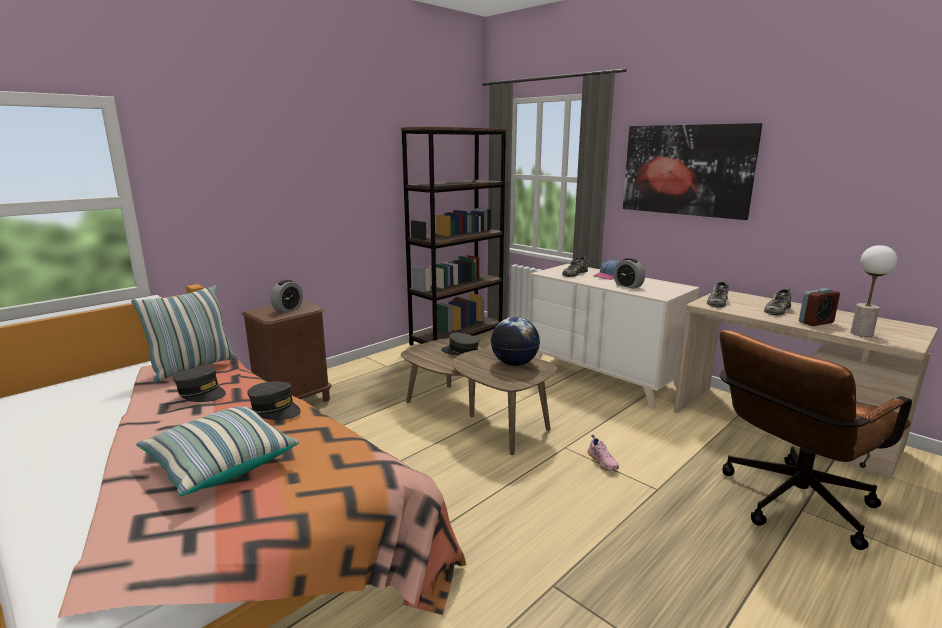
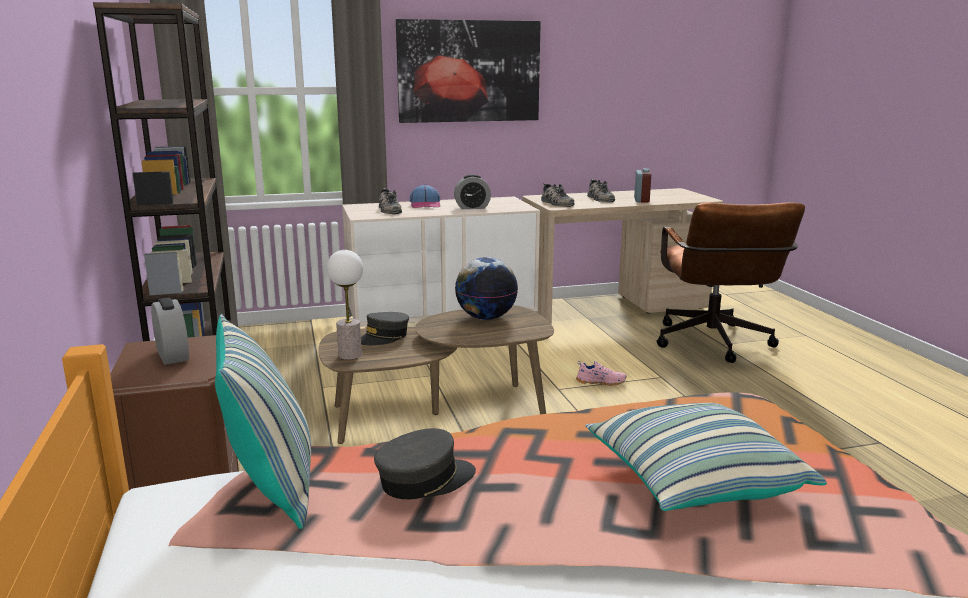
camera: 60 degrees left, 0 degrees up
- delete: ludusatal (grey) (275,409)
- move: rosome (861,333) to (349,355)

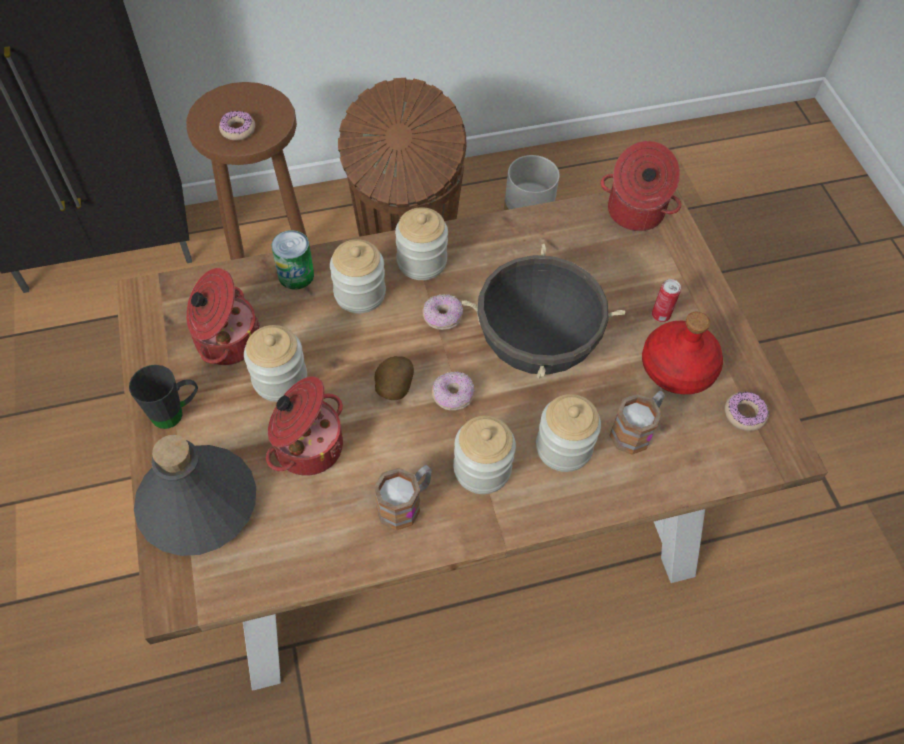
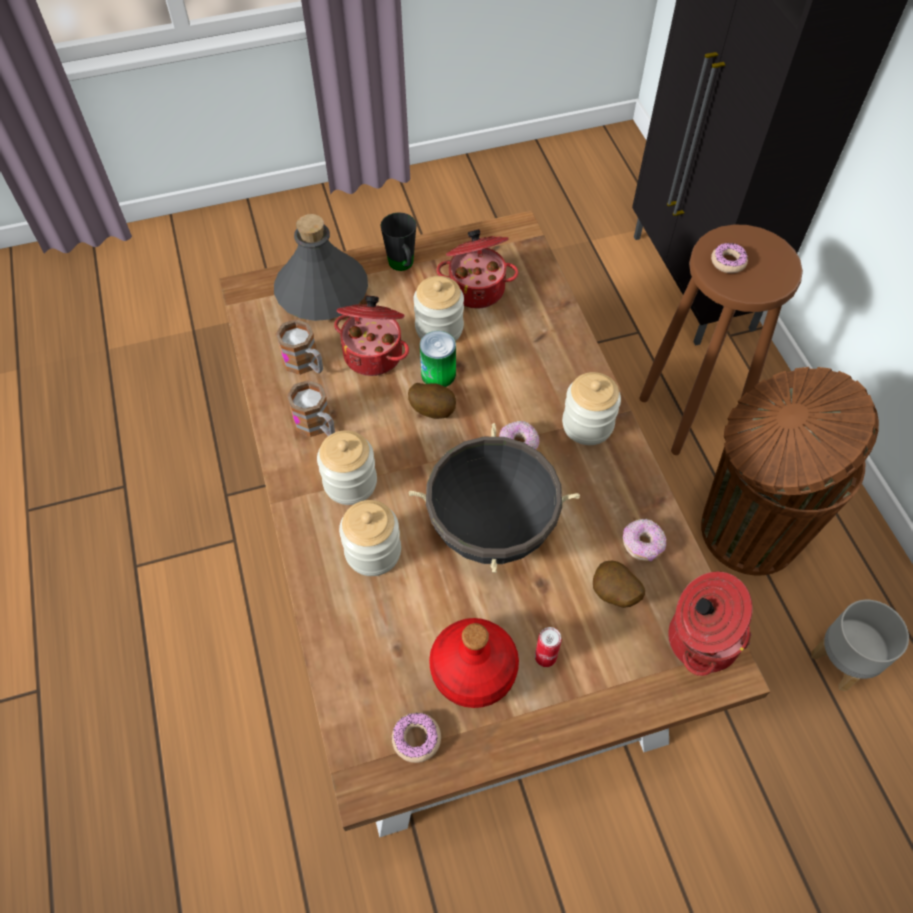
camera: 90 degrees right, 0 degrees up
- delete: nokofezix (360,293)
- insert: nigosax (613,595)
- move: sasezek (296,275) to (438,374)
- move: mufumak (453,396) to (642,544)
- move: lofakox (636,429) to (306,364)

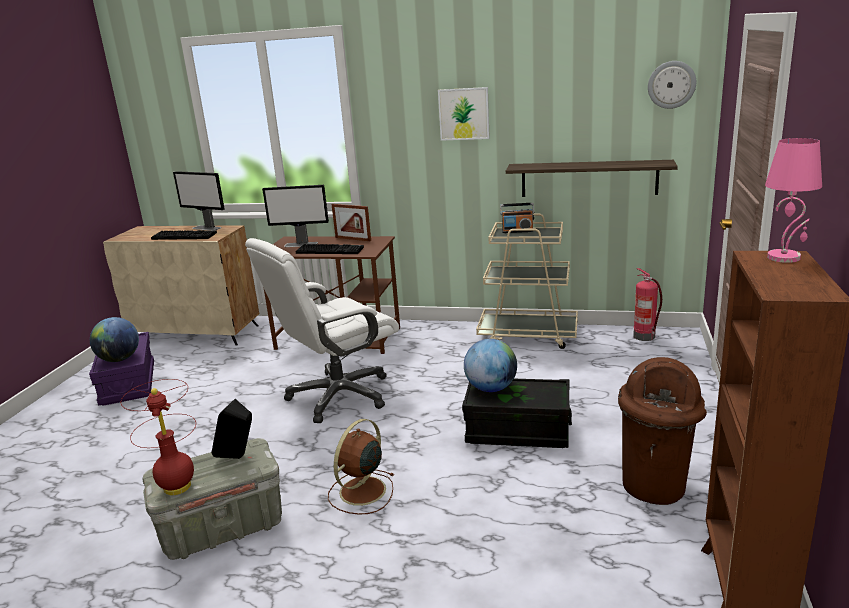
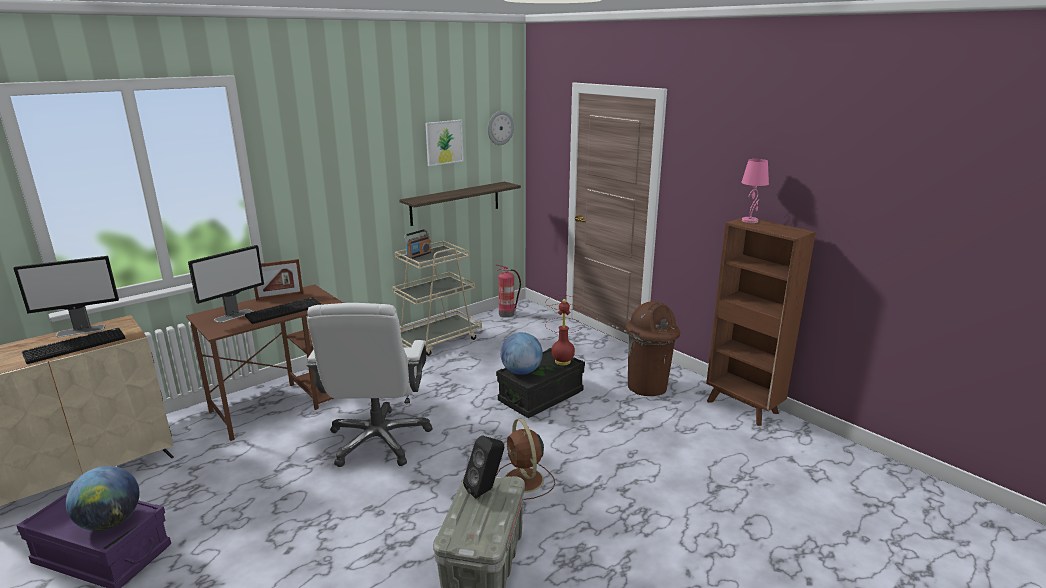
camera: 55 degrees left, 0 degrees up
- move: rosome (red) (177,487) to (563,361)
- move: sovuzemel (464,114) to (444,142)

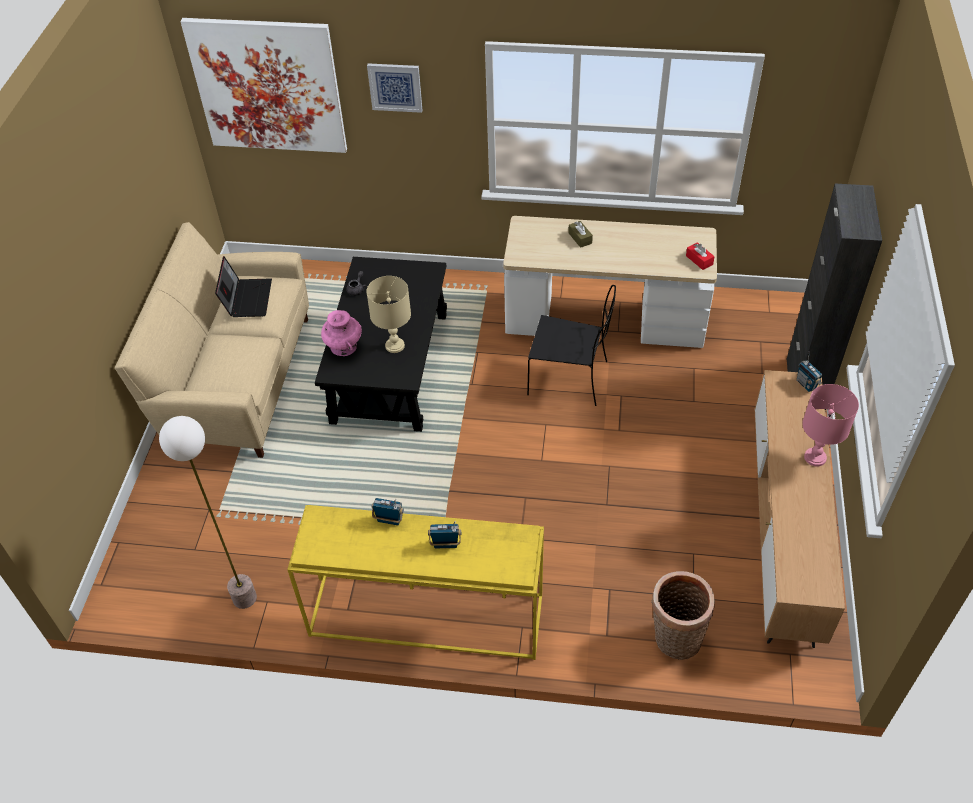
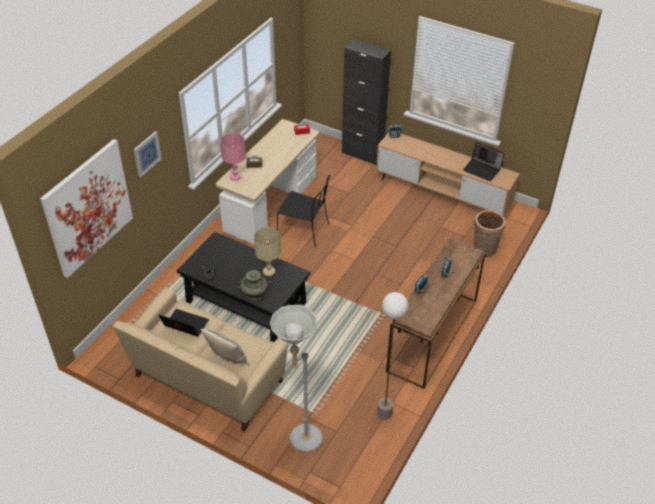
camera: 70 degrees left, 5 degrees down
- insert: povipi (227,359)
- insert: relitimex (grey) (299,441)
- insert: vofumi (482,169)
- move: rosome (pink) (815,457) to (235,177)
- recolor: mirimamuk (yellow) (424,617) to mirimamuk (brown) (433,336)
- recolor: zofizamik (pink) (343,346) to zofizamik (turquoise) (254,294)
- rotate: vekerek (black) (570,378) = (304,230) 75 degrees clockwise

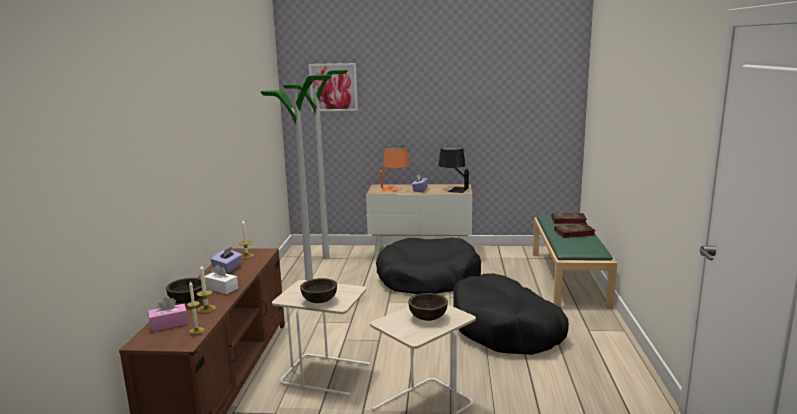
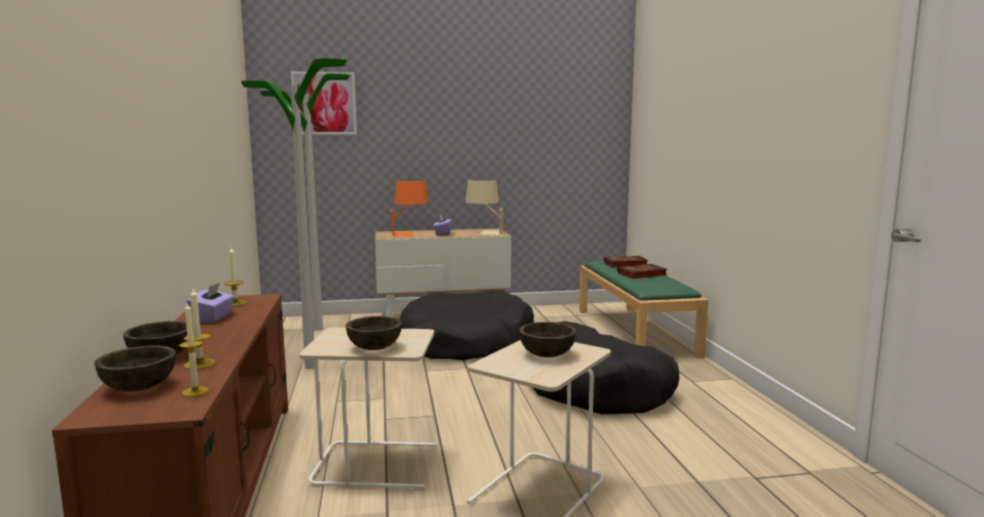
camera: 15 degrees left, 5 degrees down
- delete: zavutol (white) (221,288)
- replace: zavutol (pink) (169,324) to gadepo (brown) (139,387)
- recolor: rosome (black) (453,189) to rosome (beige) (484,232)

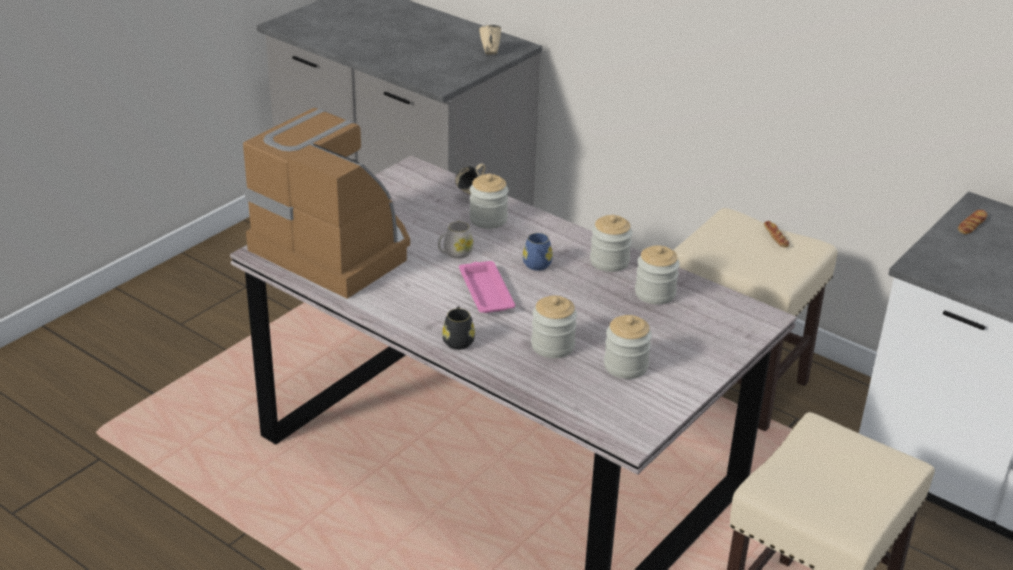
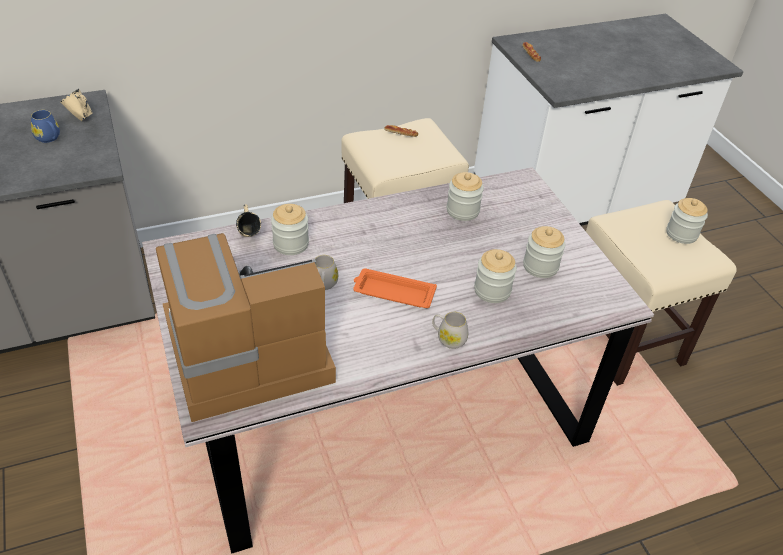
camera: 60 degrees left, 10 degrees up
- move: lofakox (blue) (536,266) to (50,138)
- move: nokofezix (609,262) to (681,234)
- recolor: lofakox (black) (458,339) to lofakox (white) (448,338)
- recolor: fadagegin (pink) (485,291) to fadagegin (orange) (392,292)

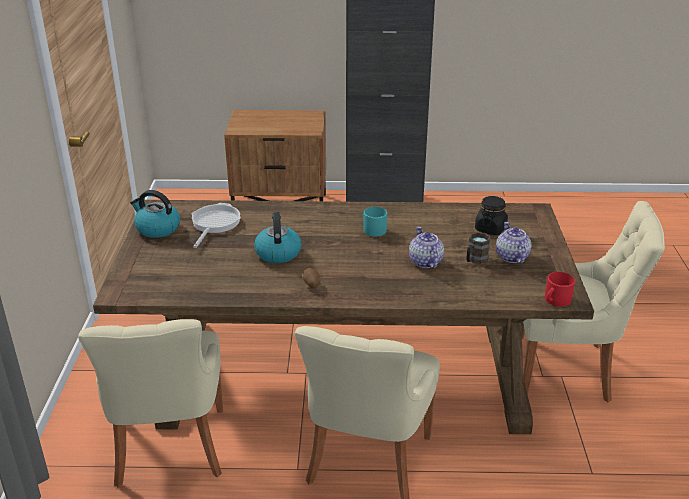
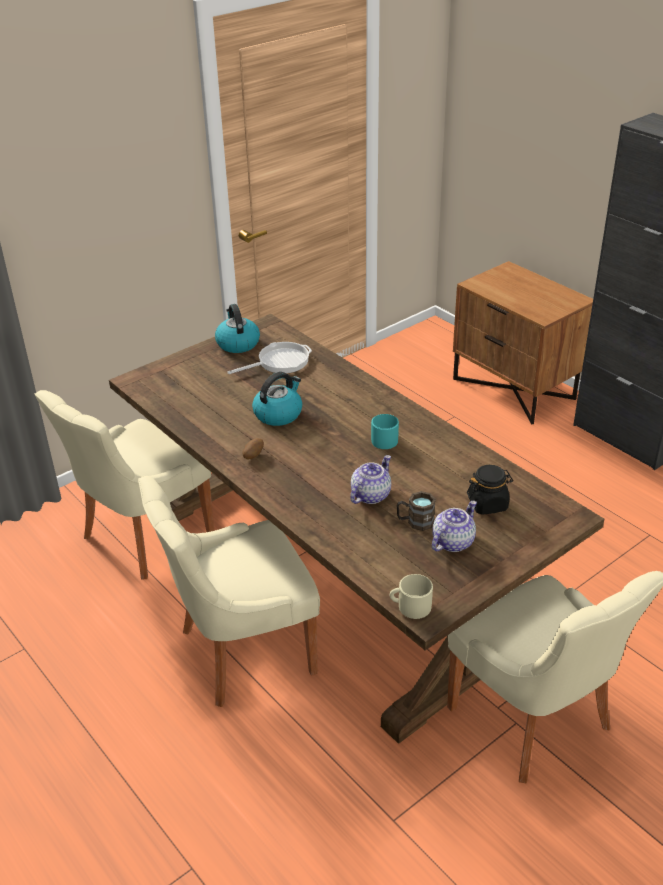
camera: 50 degrees right, 5 degrees up
- recolor: lofakox (red) (555,300) to lofakox (beige) (410,606)

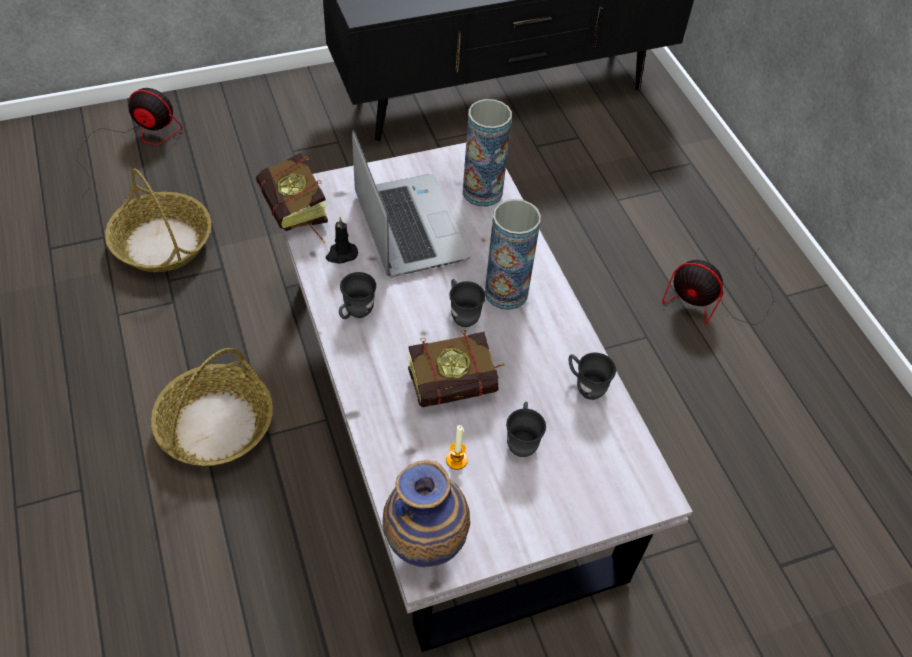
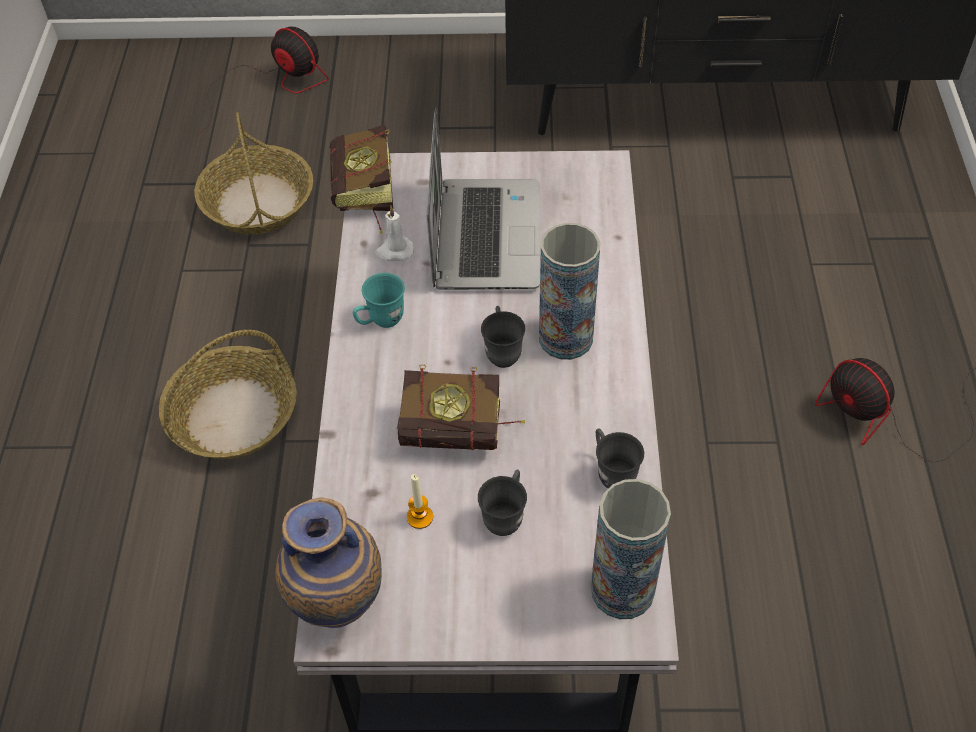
camera: 25 degrees right, 0 degrees up
- move: zofizamik (482,192) to (622,590)
- recolor: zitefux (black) (341,254) to zitefux (white) (394,251)
- recolor: lofakox (grey) (355,313) to lofakox (turquoise) (380,321)

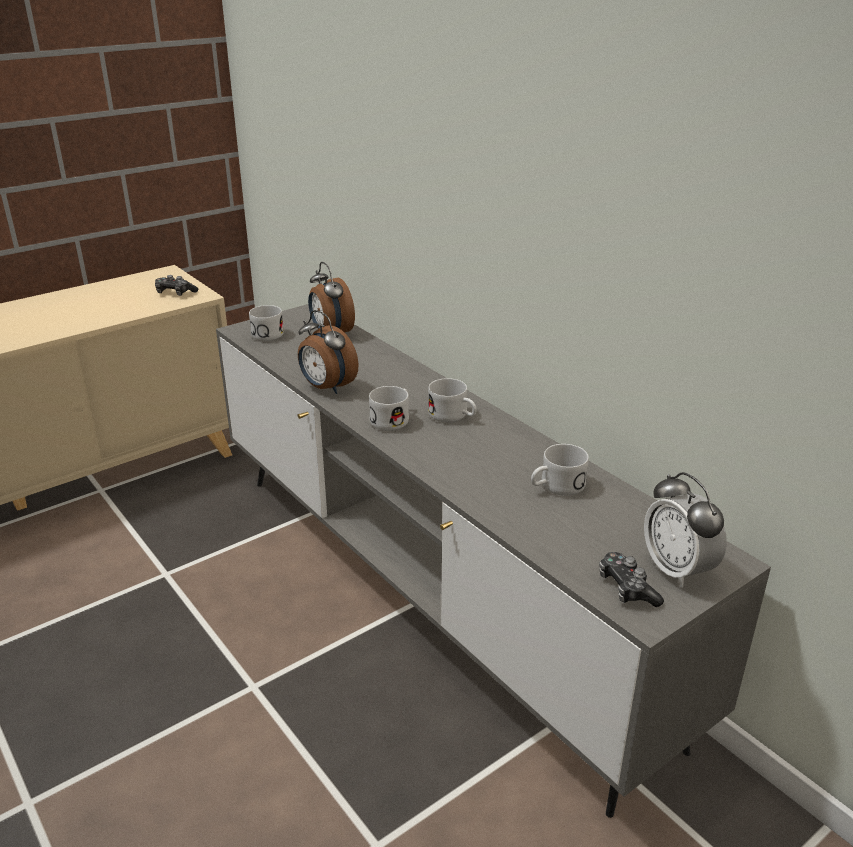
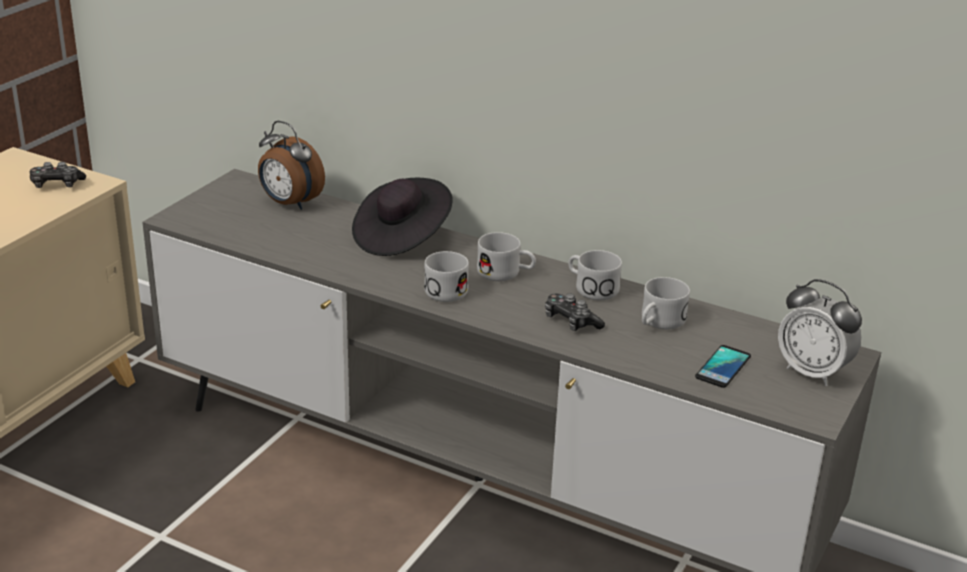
camera: 25 degrees left, 0 degrees up
- delete: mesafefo (326,388)
- insert: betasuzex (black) (401,237)
- insert: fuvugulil (723,367)
- move: lofakox (white) (266,333) to (591,288)
- move: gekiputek (627,588) to (571,321)

